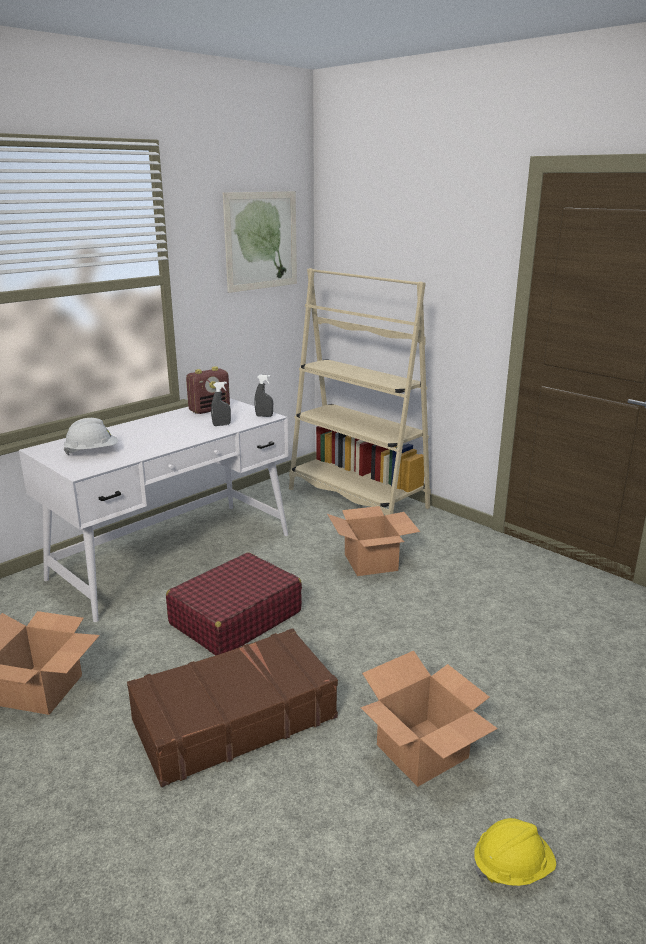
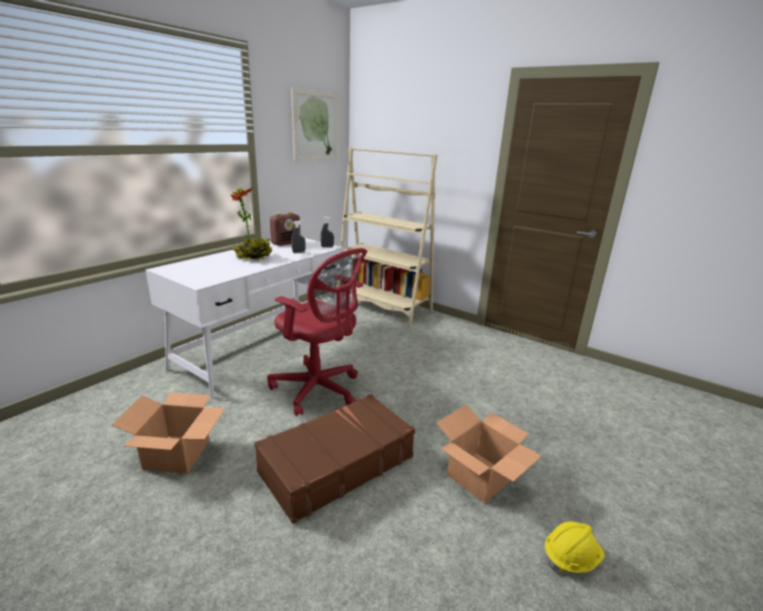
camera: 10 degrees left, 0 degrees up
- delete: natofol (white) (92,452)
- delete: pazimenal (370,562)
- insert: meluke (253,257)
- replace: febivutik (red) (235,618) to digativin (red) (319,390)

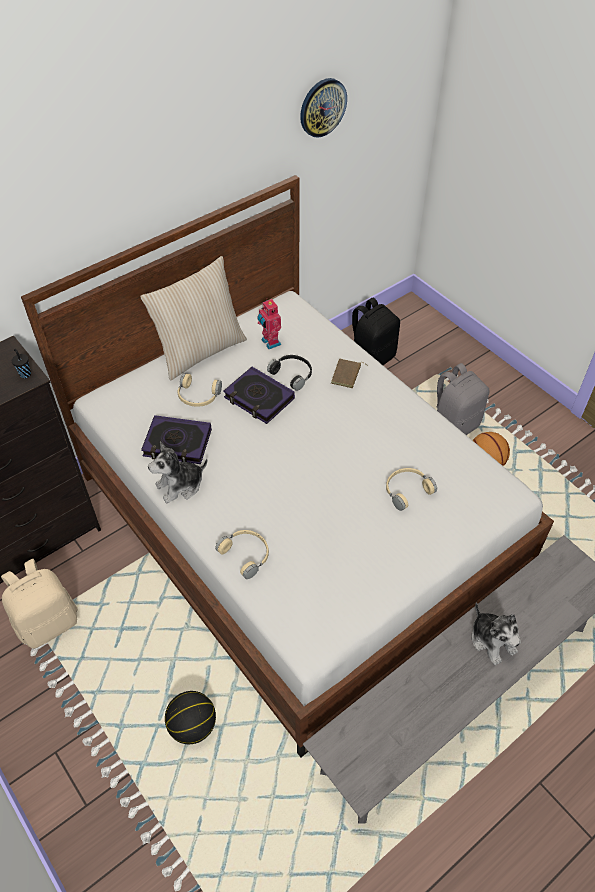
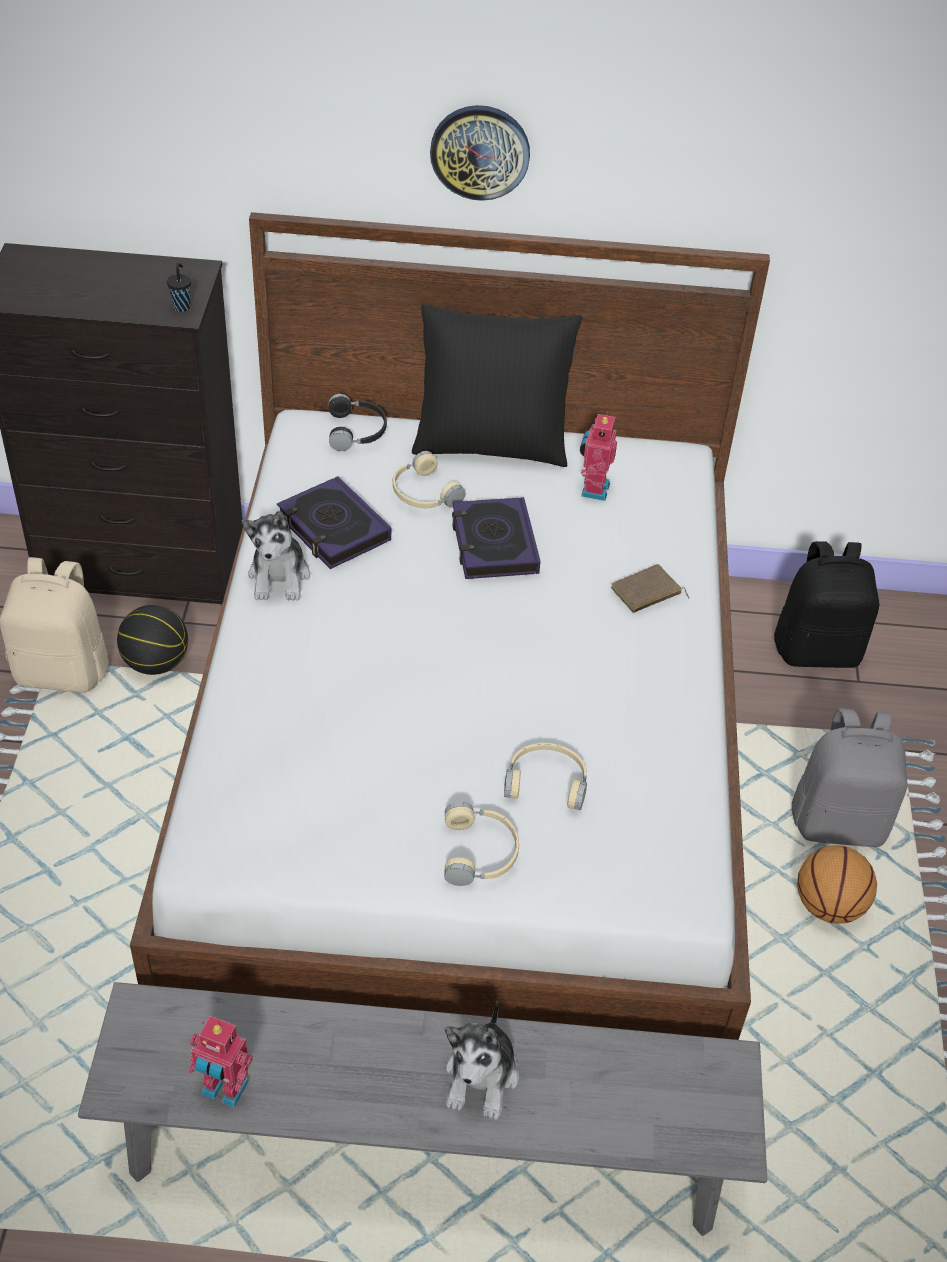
camera: 40 degrees right, 5 degrees down
- insert: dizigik (224,1090)
- move: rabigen (193,726) to (156,663)
- move: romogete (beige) (246,554) to (480,852)
- move: romogete (black) (293,374) to (357,431)
- move: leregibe (322,107) to (480,152)
- recolor: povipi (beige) (200,351) to povipi (black) (491,444)
- rotate: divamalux (180,486) = (279,577) 105 degrees counterclockwise

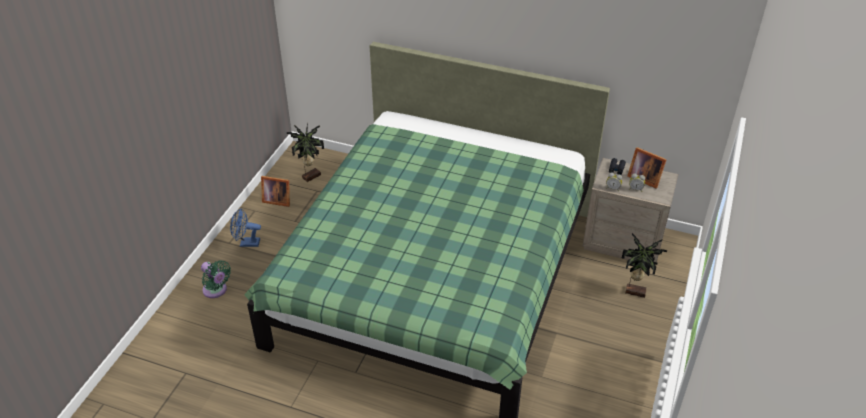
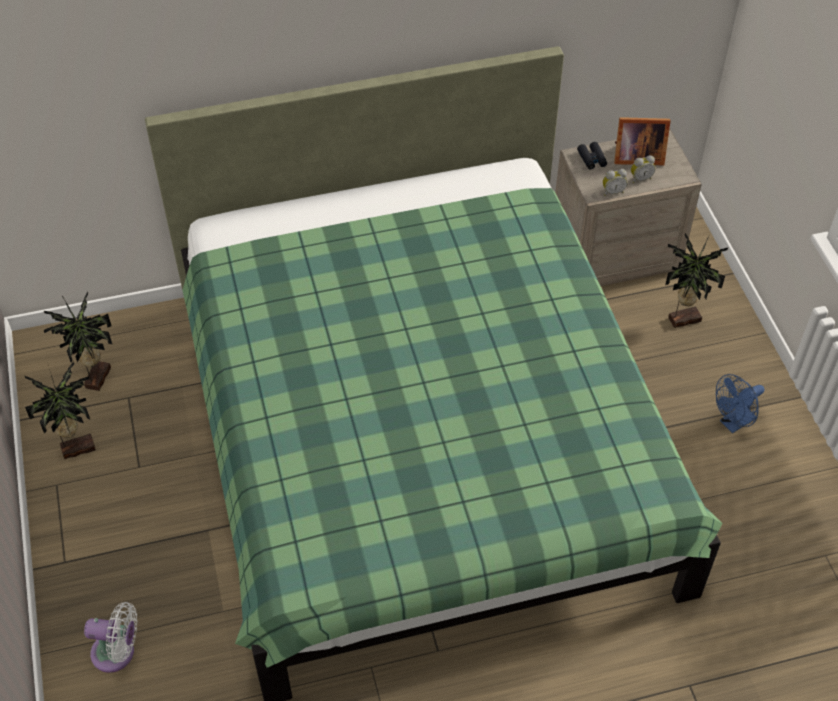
camera: 35 degrees left, 10 degrees up
- move: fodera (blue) (246,243) to (733,423)
- replace: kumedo (276,200) to meluke (77,447)
- recolor: fodera (green) (216,291) to fodera (white) (117,653)

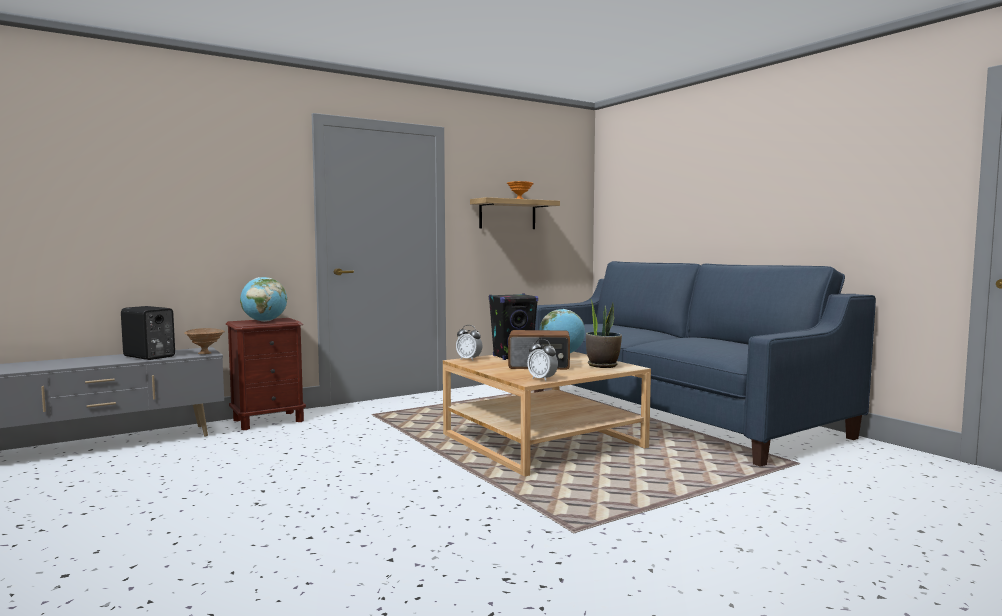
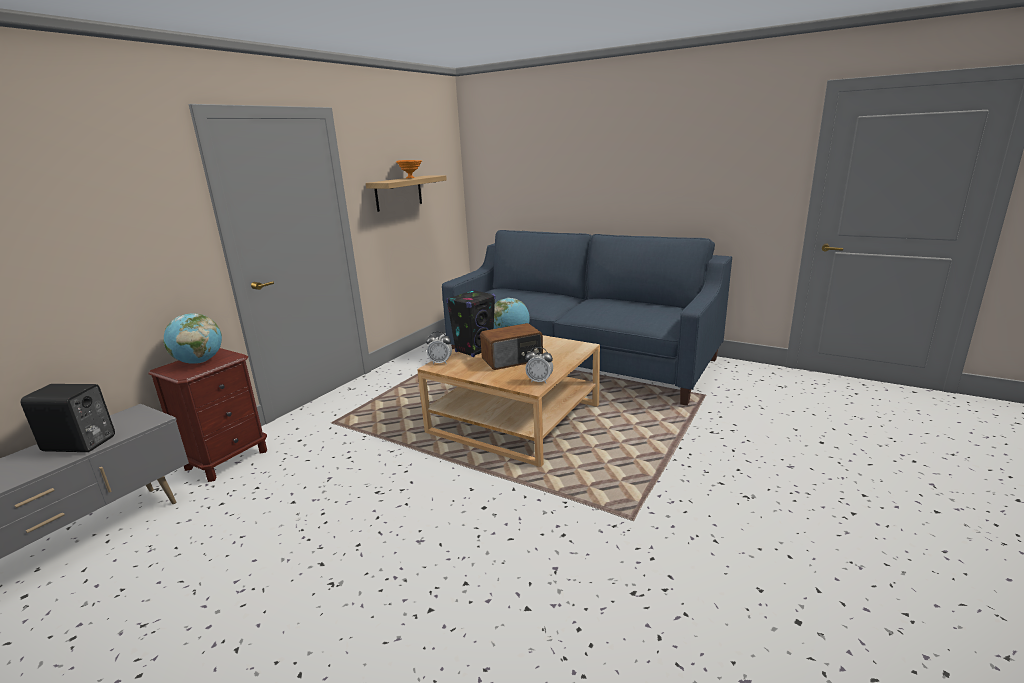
camera: 25 degrees left, 15 degrees up
- delete: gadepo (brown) (205,353)
- delete: meluke (602,365)

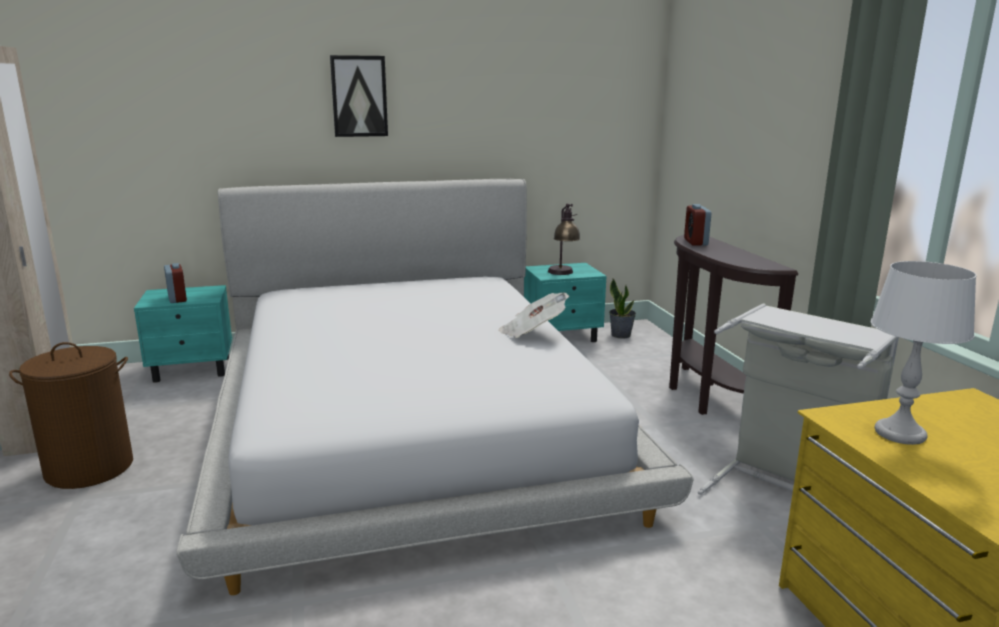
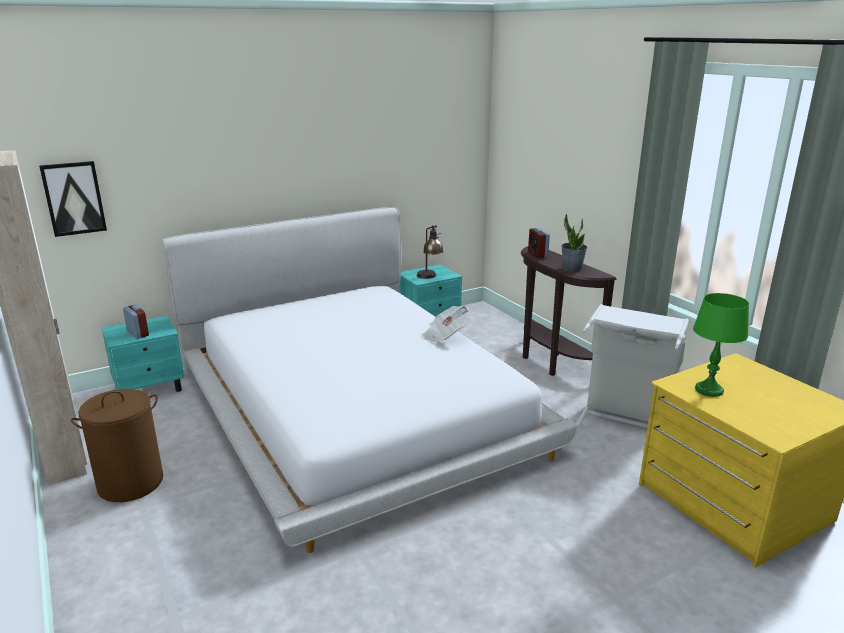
camera: 15 degrees left, 5 degrees up
- move: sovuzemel (359,96) to (74,198)
- move: meluke (621,335) to (572,268)
- recolor: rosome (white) (899,433) to rosome (green) (708,390)

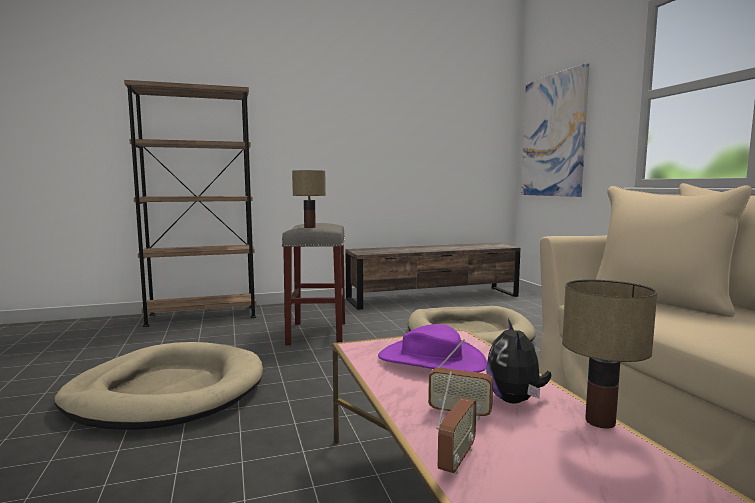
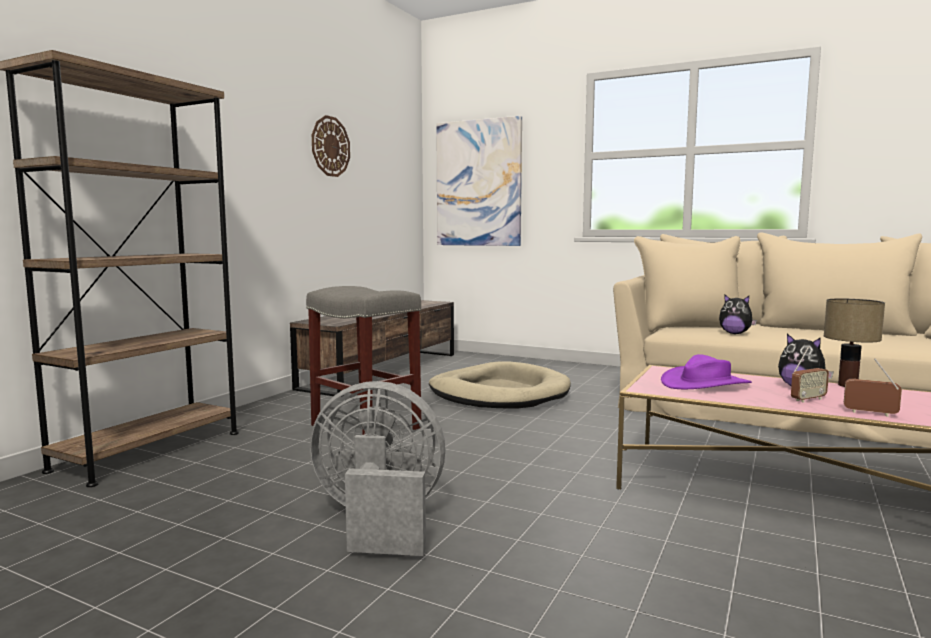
camera: 45 degrees left, 0 degrees up
- delete: rosome (309,227)
- insert: leregibe (330,146)
- insert: divamalux (735,333)
- replace: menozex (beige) (167,392) to fodera (grey) (379,521)
- rotate: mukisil (456,459) = (870,413) 45 degrees counterclockwise

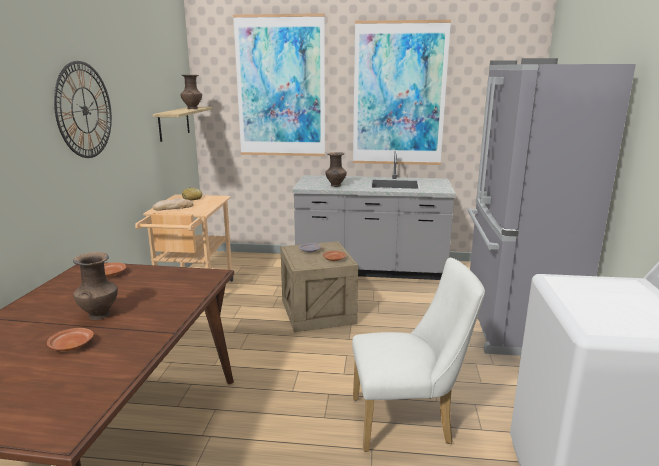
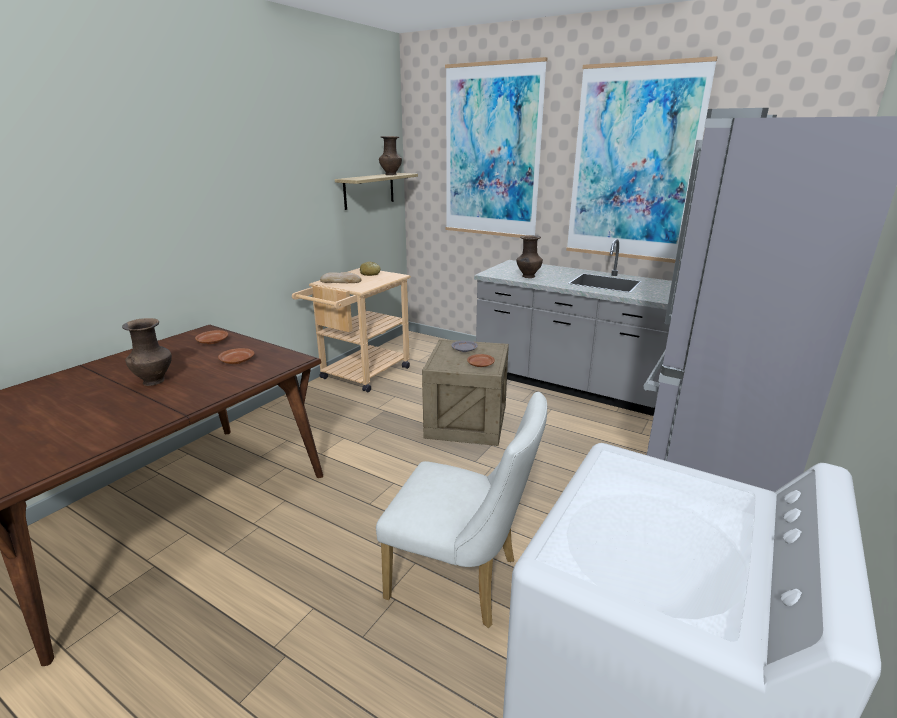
camera: 25 degrees right, 5 degrees up
- delete: leregibe (85,110)
- move: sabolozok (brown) (71,346) to (236,361)

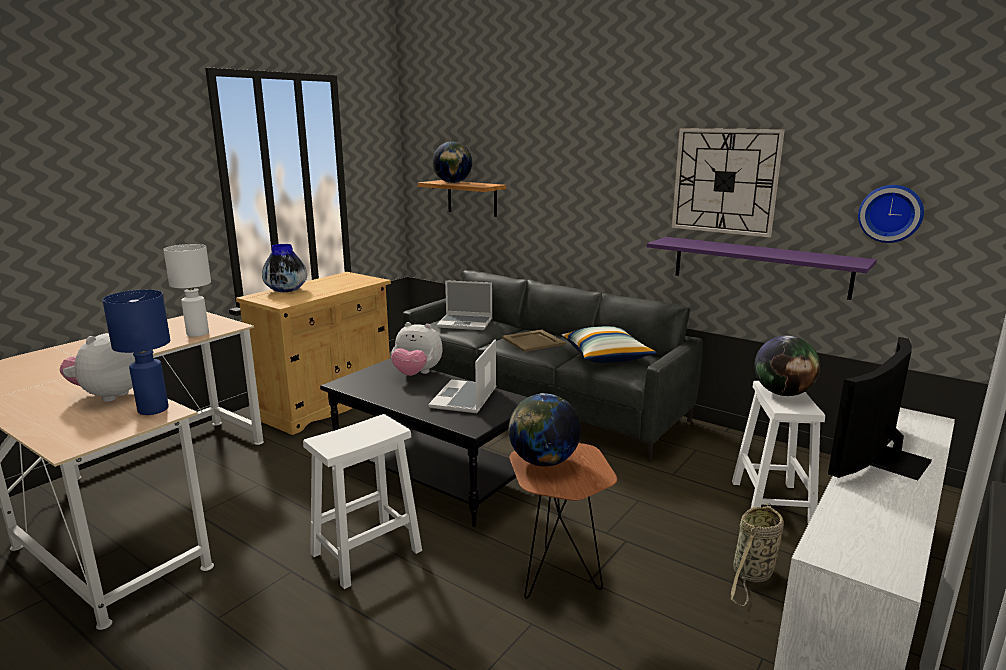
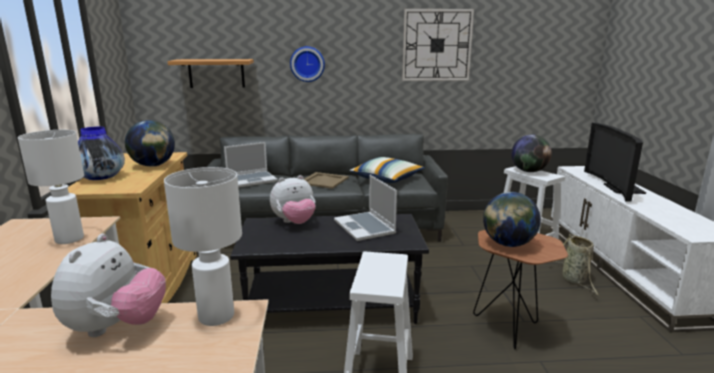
camera: 40 degrees left, 0 degrees up
- delete: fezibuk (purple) (759,266)
- move: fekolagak (452,182) to (153,165)
- move: leregibe (891,213) to (307,64)
- recolor: rosome (blue) (154,409) to rosome (white) (216,316)
- rotate: divamalux (108,395) = (116,327) 150 degrees counterclockwise

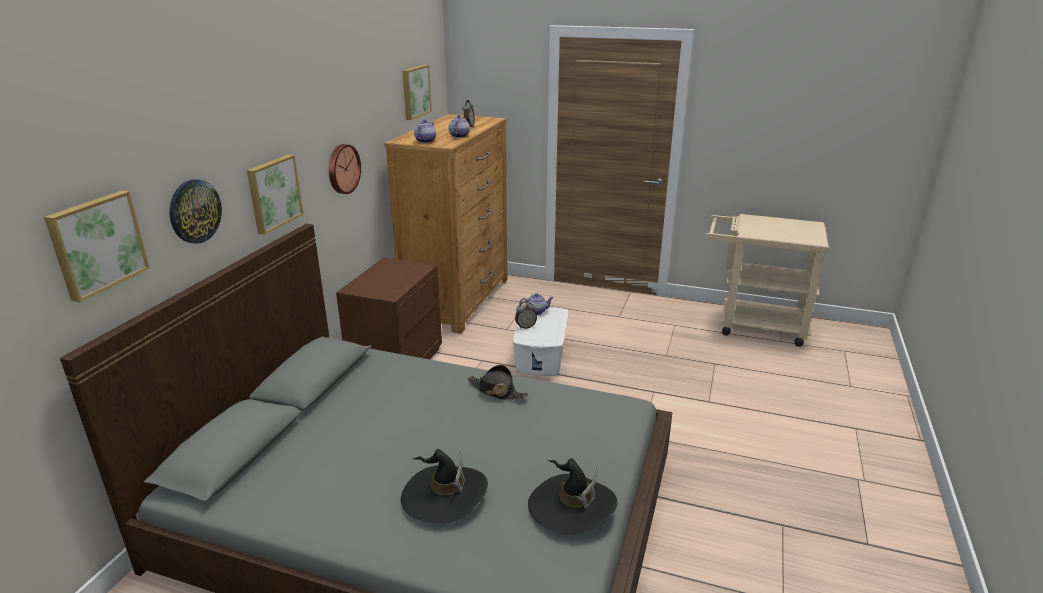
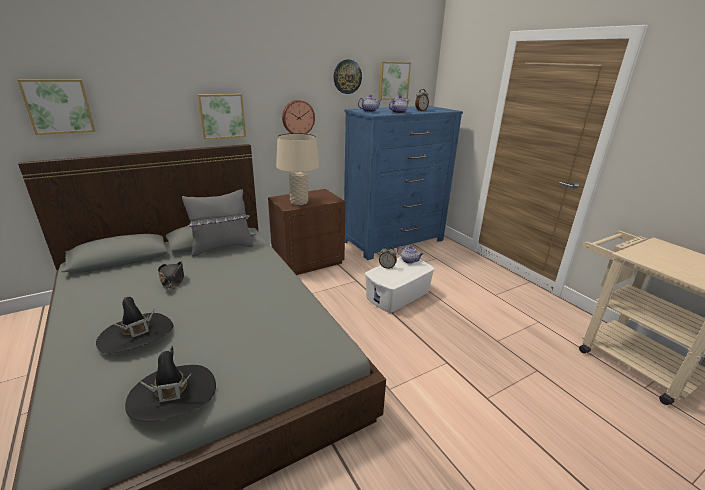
camera: 40 degrees right, 0 degrees up
- insert: povipi (grey) (222,247)
- insert: rosome (beige) (299,202)
- move: leregibe (194,211) to (347,76)
- move: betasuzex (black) (496,391) to (173,279)
- recolor: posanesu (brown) (458,300) to posanesu (blue) (394,241)

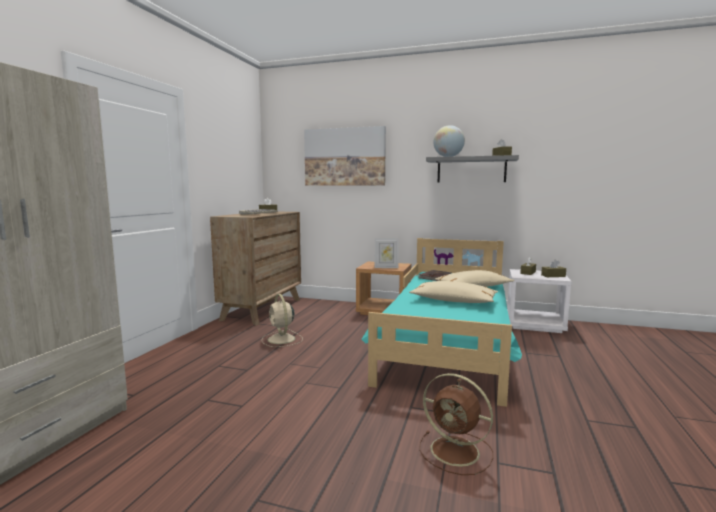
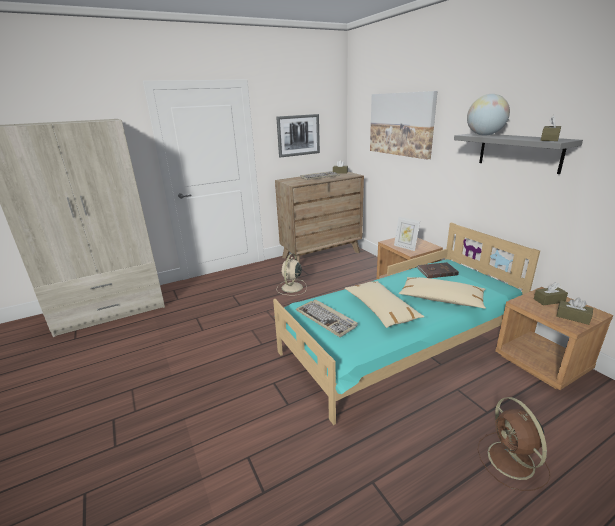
camera: 45 degrees right, 15 degrees up
- insert: sovuzemel (298,135)
- insert: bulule (326,319)
- move: fodera (brown) (457,451) to (512,461)
- recolor: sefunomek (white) (535,324) to sefunomek (brown) (542,363)

